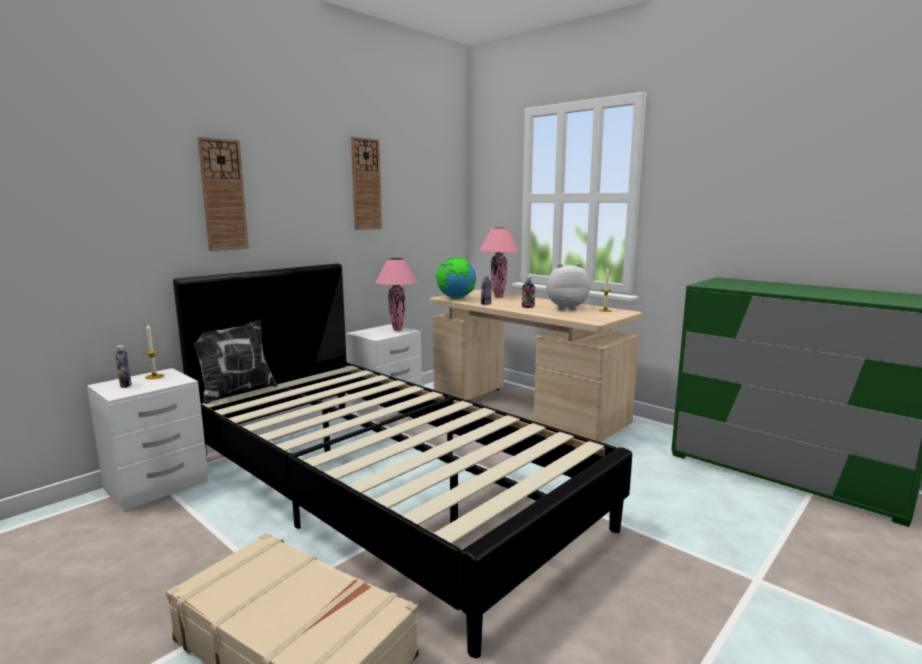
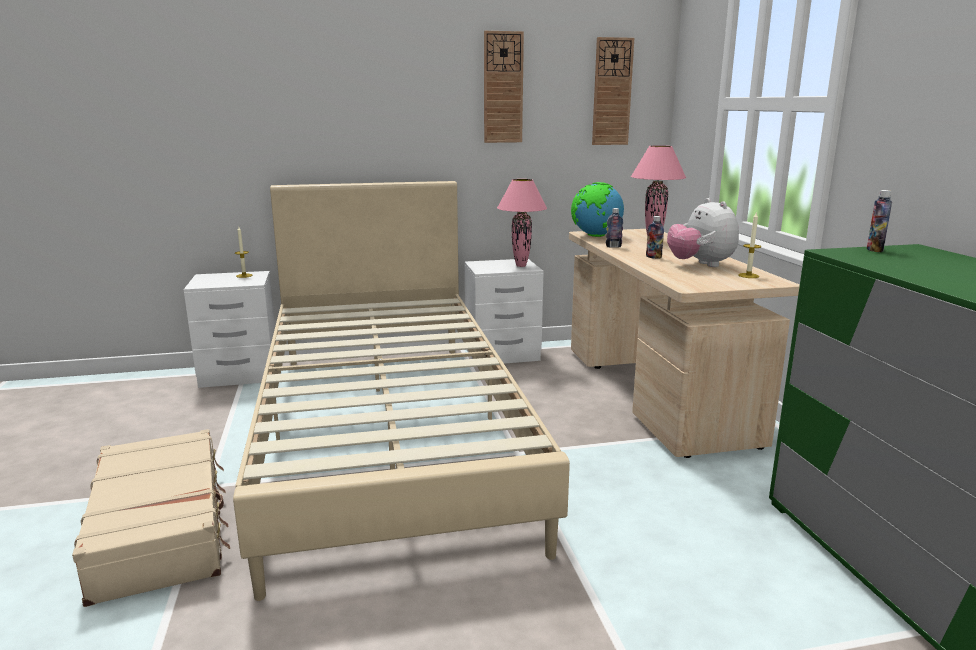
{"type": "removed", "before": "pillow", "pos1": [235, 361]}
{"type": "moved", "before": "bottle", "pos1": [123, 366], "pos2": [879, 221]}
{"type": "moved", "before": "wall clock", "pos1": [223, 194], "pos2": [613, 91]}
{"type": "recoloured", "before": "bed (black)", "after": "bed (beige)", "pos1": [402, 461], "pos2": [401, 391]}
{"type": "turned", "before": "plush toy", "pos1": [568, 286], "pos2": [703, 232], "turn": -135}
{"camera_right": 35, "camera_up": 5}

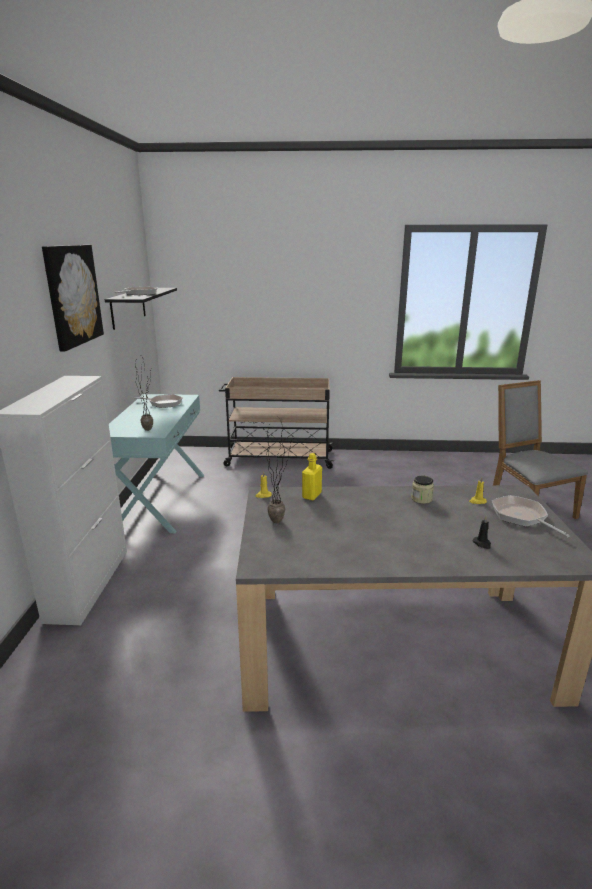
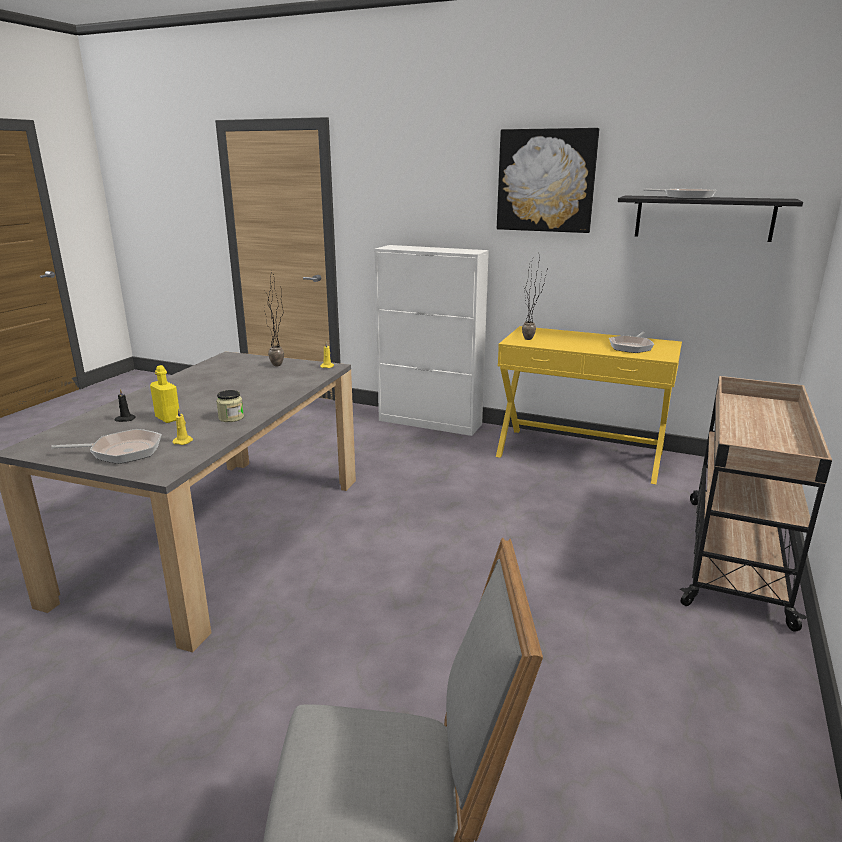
{"type": "moved", "before": "bottle (yellow)", "pos1": [312, 476], "pos2": [165, 394]}
{"type": "recoloured", "before": "console table (turquoise)", "after": "console table (yellow)", "pos1": [157, 463], "pos2": [589, 405]}
{"camera_right": 110, "camera_up": 0}

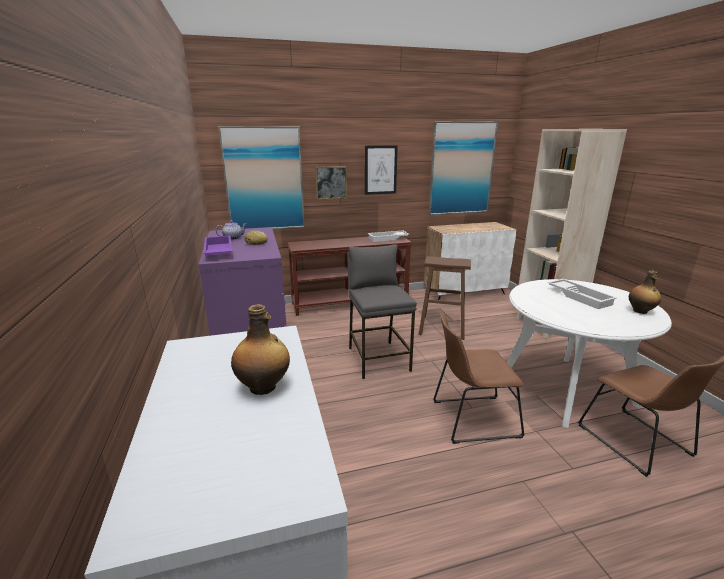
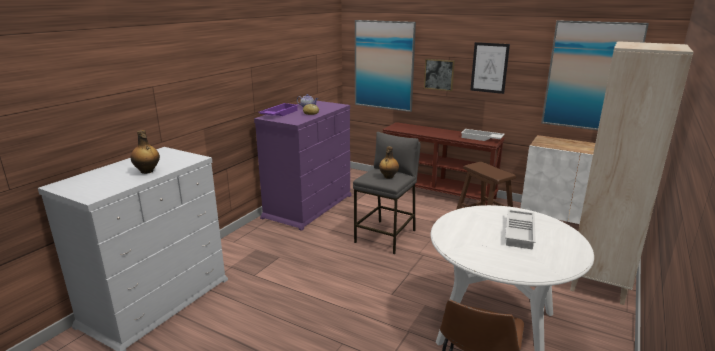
{"type": "removed", "before": "chair (brown)", "pos1": [479, 379]}
{"type": "moved", "before": "bottle", "pos1": [645, 292], "pos2": [389, 162]}
{"camera_right": 45, "camera_up": 0}

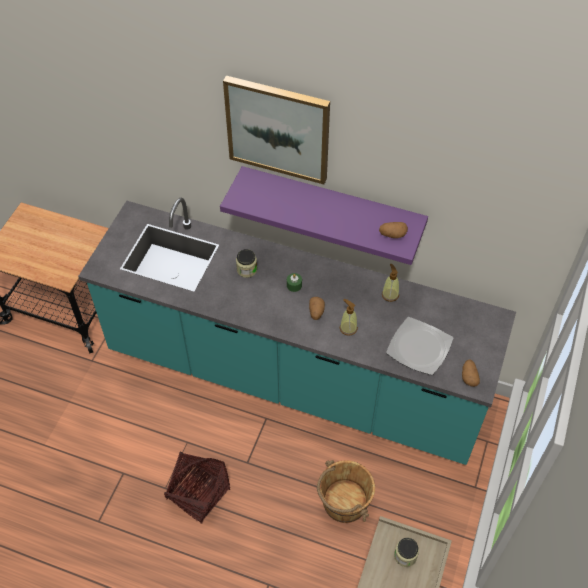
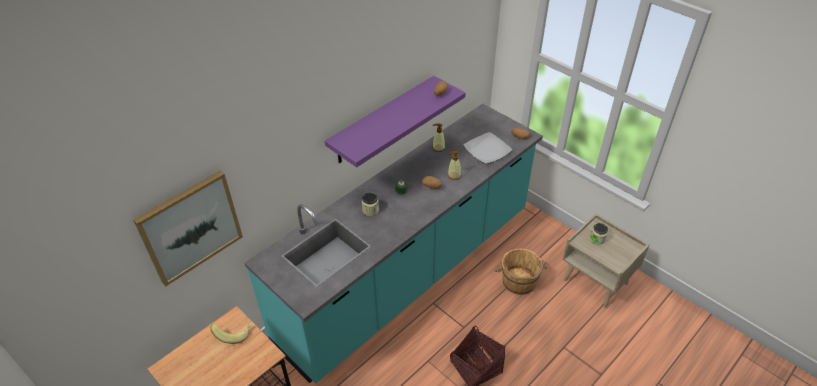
{"type": "added", "after": "banana", "pos2": [231, 333]}
{"type": "moved", "before": "picture", "pos1": [276, 130], "pos2": [188, 228]}
{"camera_right": -65, "camera_up": -10}

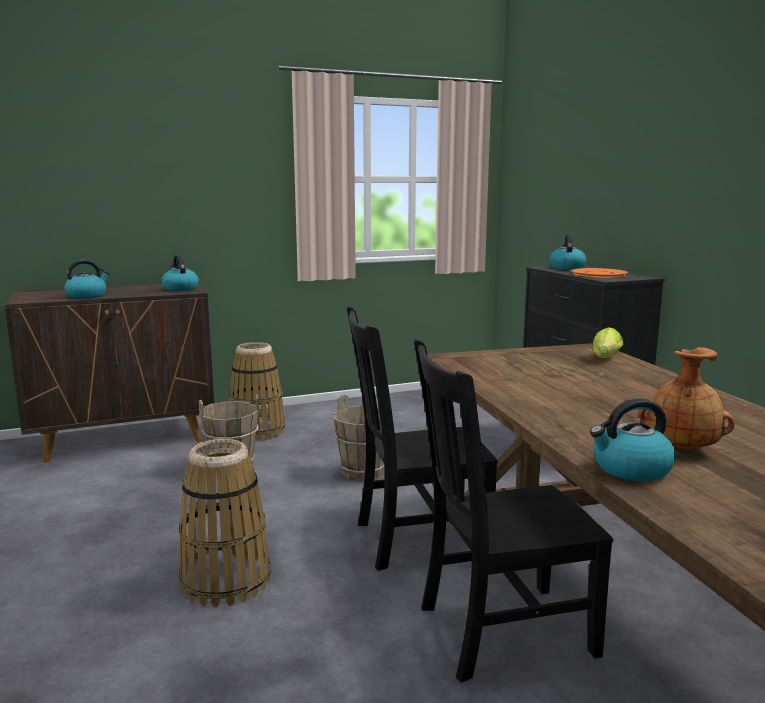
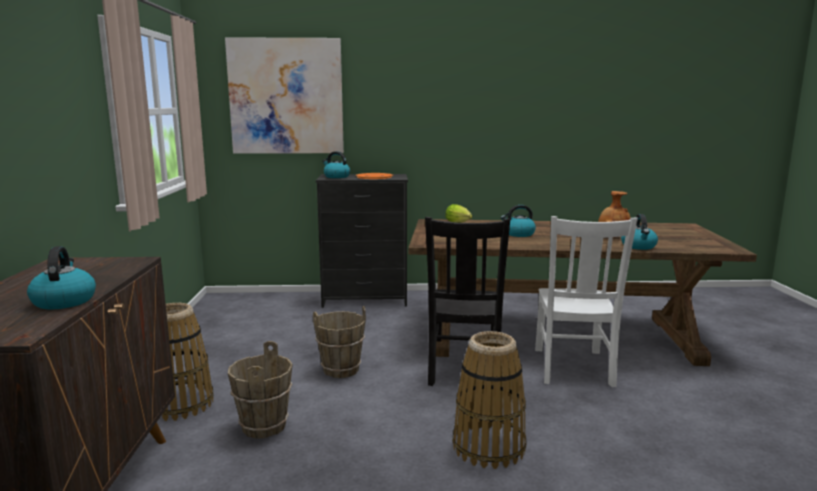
{"type": "added", "after": "picture", "pos2": [284, 95]}
{"type": "moved", "before": "kettle", "pos1": [180, 273], "pos2": [518, 221]}
{"type": "recoloured", "before": "chair (black)", "after": "chair (white)", "pos1": [513, 510], "pos2": [586, 301]}
{"camera_right": -70, "camera_up": 0}

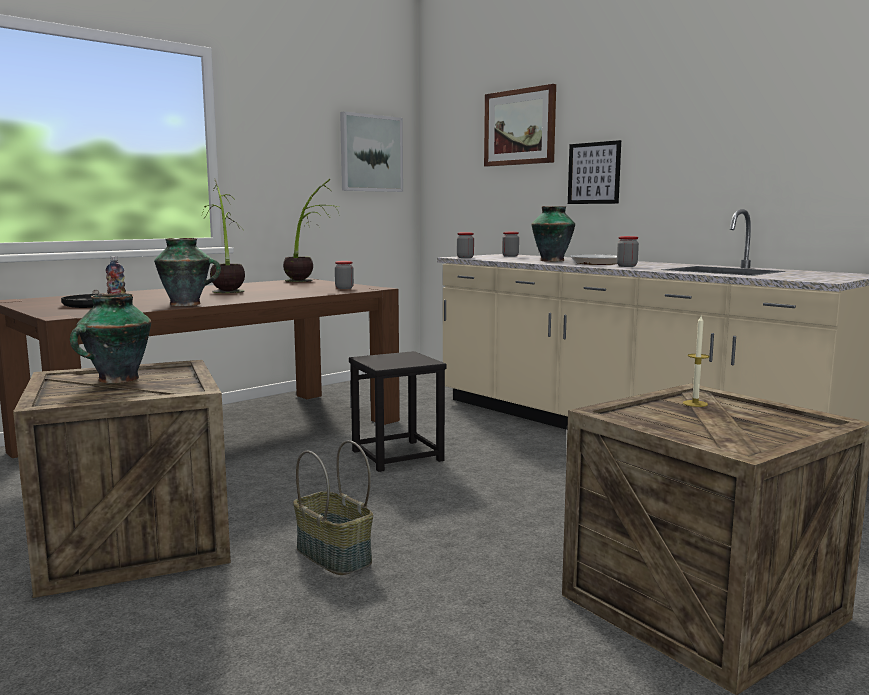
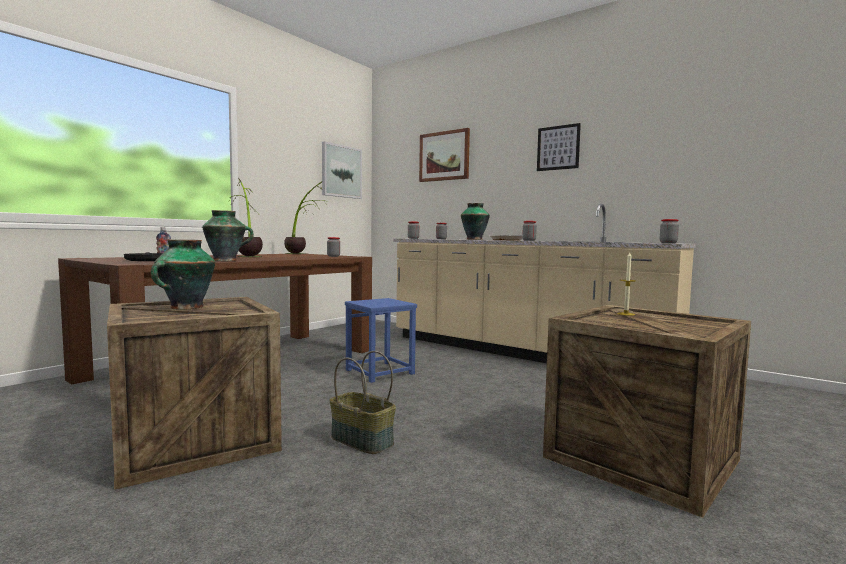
{"type": "added", "after": "jar", "pos2": [669, 231]}
{"type": "moved", "before": "picture", "pos1": [594, 172], "pos2": [559, 147]}
{"type": "recoloured", "before": "stool (black)", "after": "stool (blue)", "pos1": [397, 411], "pos2": [381, 340]}
{"camera_right": -10, "camera_up": -5}

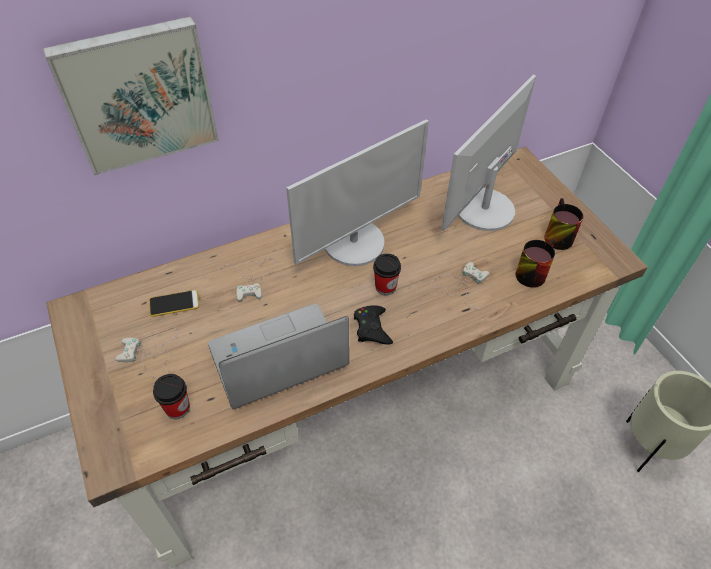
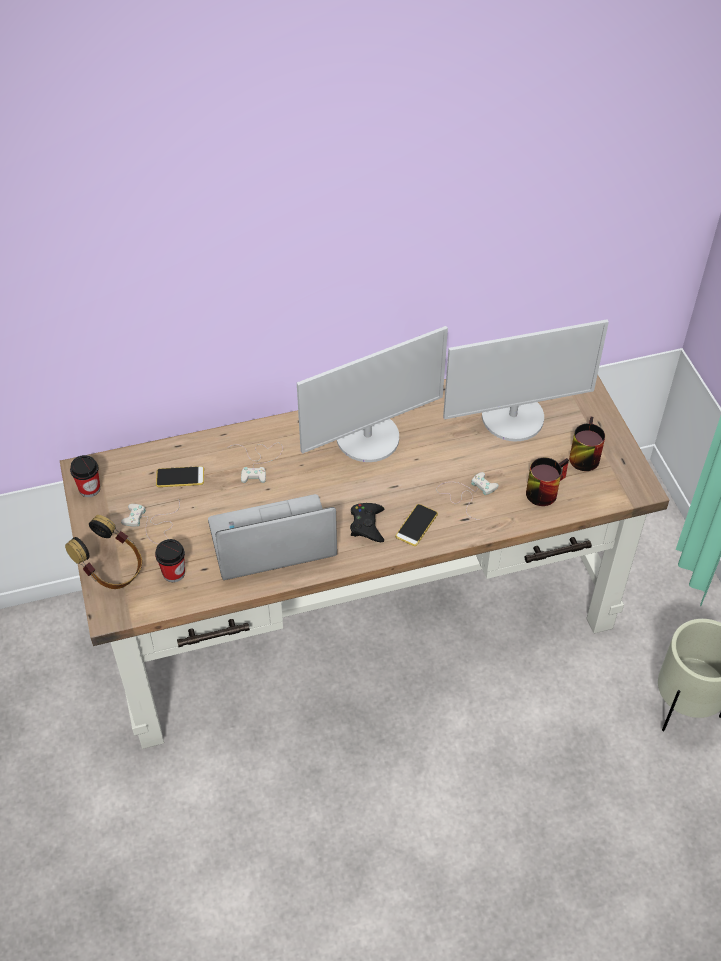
{"type": "removed", "before": "picture", "pos1": [131, 95]}
{"type": "added", "after": "headphones", "pos2": [103, 552]}
{"type": "added", "after": "phone", "pos2": [416, 525]}
{"type": "moved", "before": "cup", "pos1": [387, 274], "pos2": [85, 476]}
{"type": "turned", "before": "monitor", "pos1": [489, 153], "pos2": [526, 381], "turn": -150}
{"camera_right": 10, "camera_up": 0}

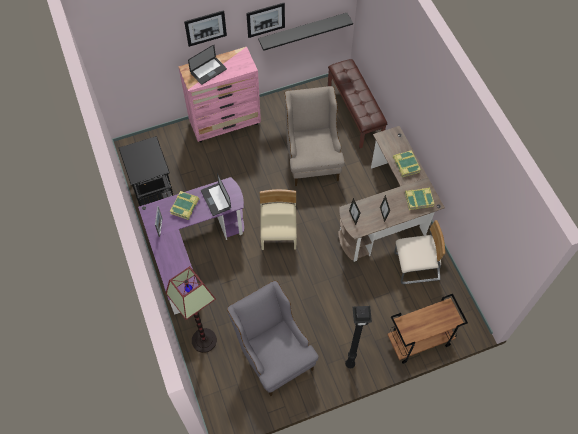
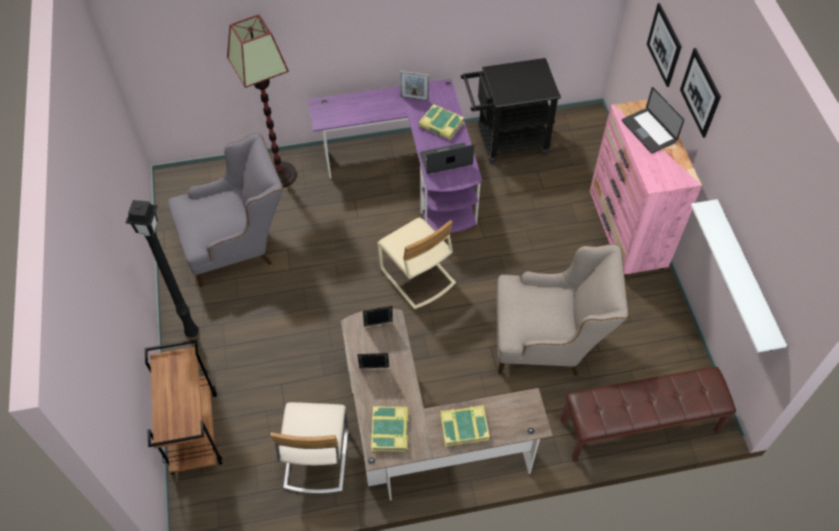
{"type": "moved", "before": "picture", "pos1": [265, 20], "pos2": [664, 45]}
{"type": "recoloured", "before": "shelf (black)", "after": "shelf (white)", "pos1": [305, 32], "pos2": [739, 276]}
{"type": "turned", "before": "chair (beige)", "pos1": [278, 219], "pos2": [416, 263], "turn": 45}
{"camera_right": 100, "camera_up": -5}

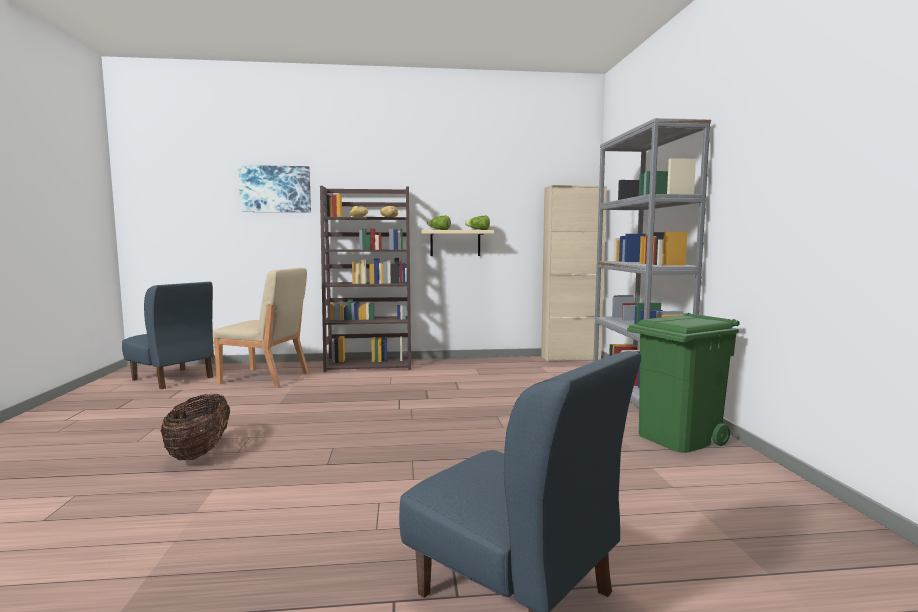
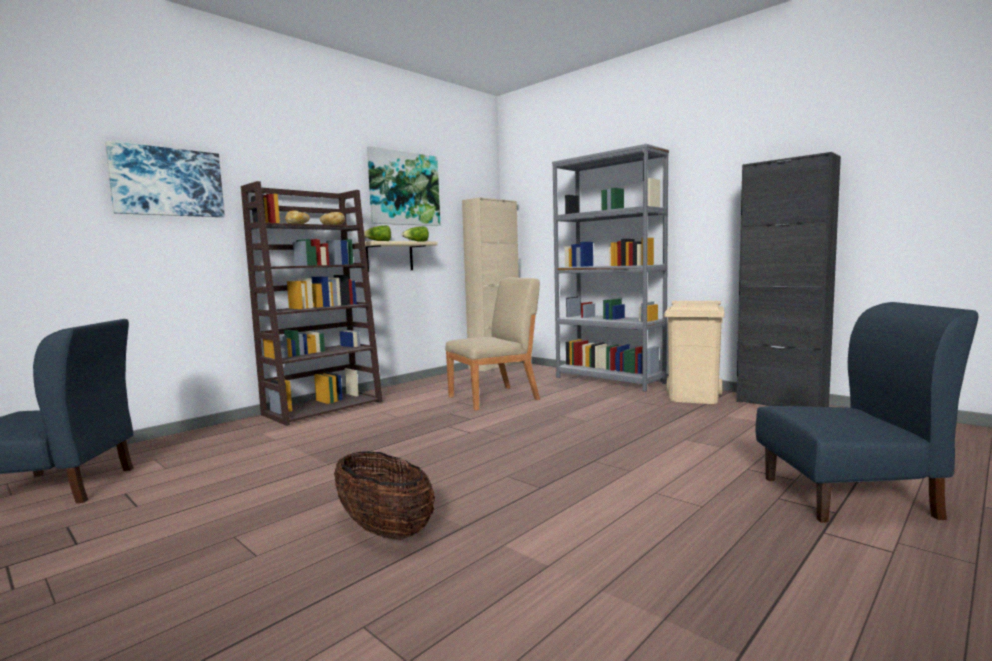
{"type": "added", "after": "picture", "pos2": [403, 186]}
{"type": "added", "after": "cabinet (black)", "pos2": [788, 279]}
{"type": "moved", "before": "chair (beige)", "pos1": [261, 328], "pos2": [492, 344]}
{"type": "recoloured", "before": "trash can (green)", "after": "trash can (beige)", "pos1": [683, 383], "pos2": [694, 352]}
{"camera_right": -40, "camera_up": 0}

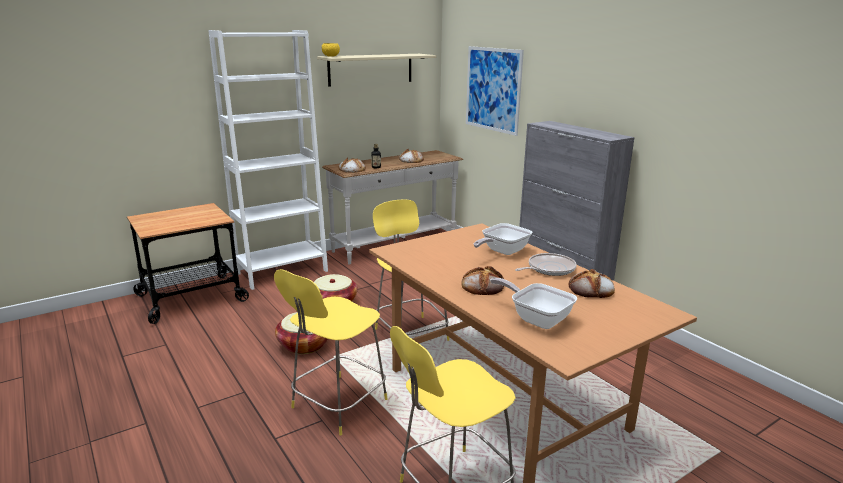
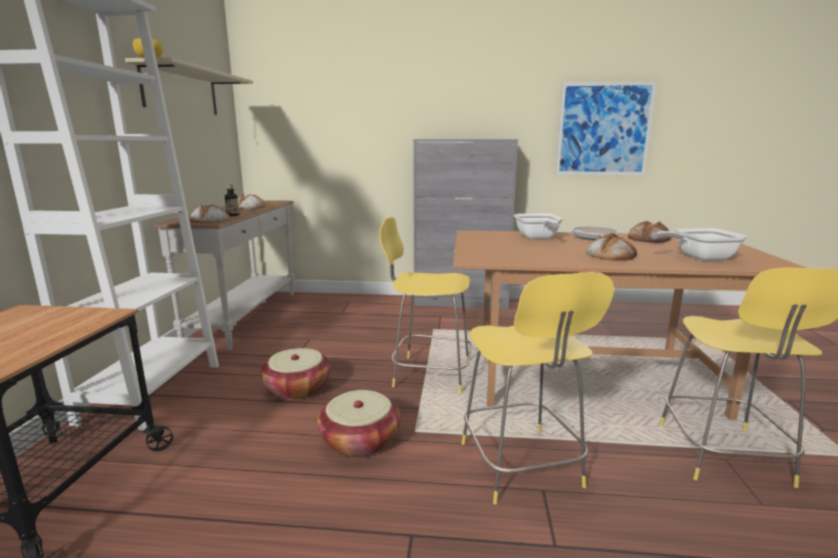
{"type": "moved", "before": "picture", "pos1": [495, 91], "pos2": [606, 128]}
{"camera_right": -50, "camera_up": -5}

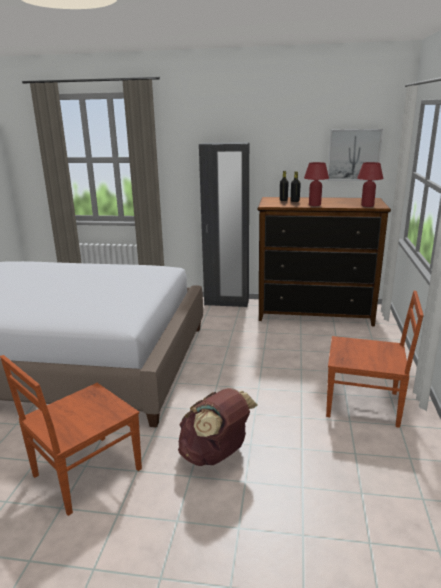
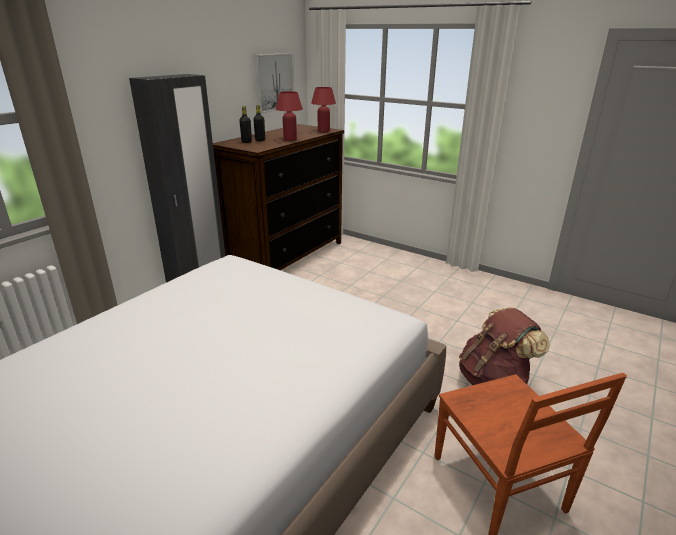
{"type": "removed", "before": "chair (brown)", "pos1": [375, 359]}
{"camera_right": -65, "camera_up": 5}

